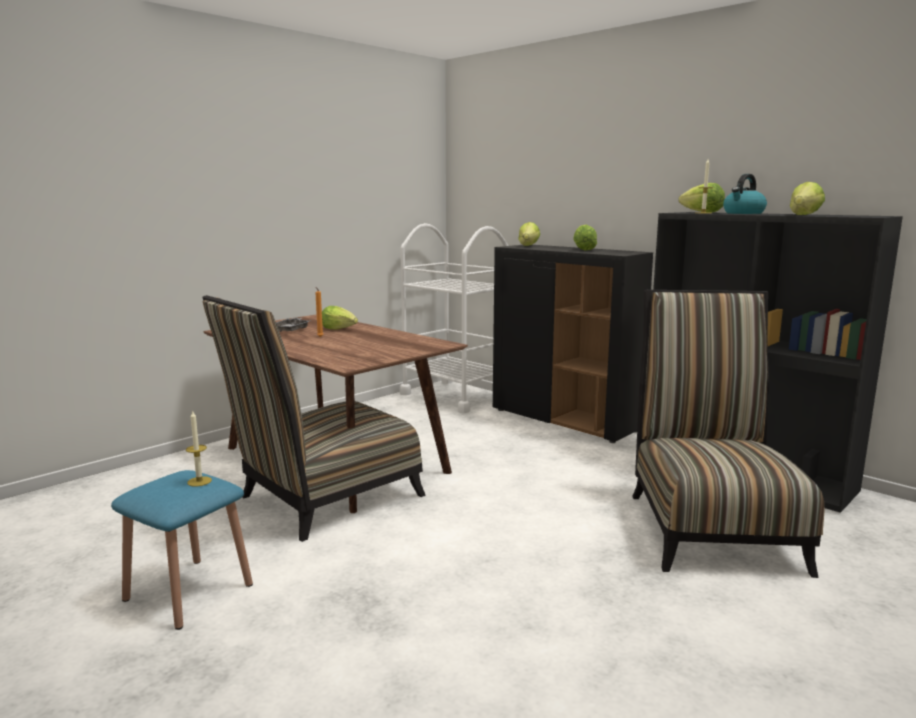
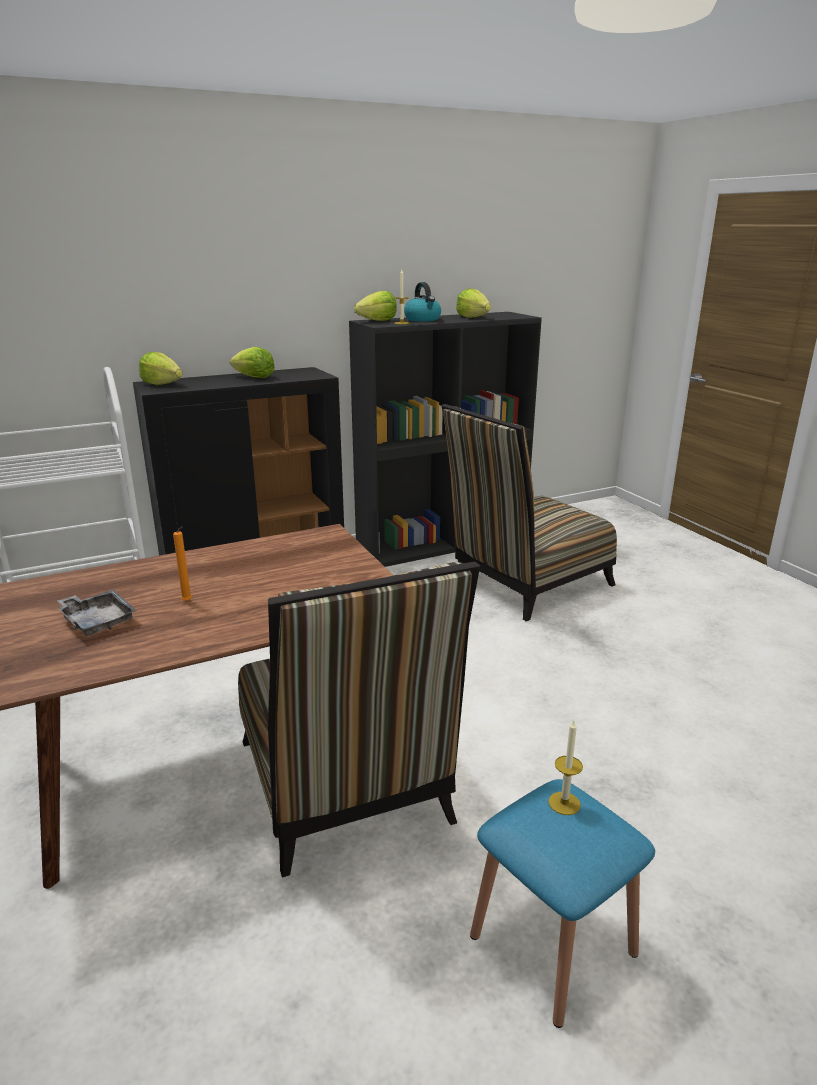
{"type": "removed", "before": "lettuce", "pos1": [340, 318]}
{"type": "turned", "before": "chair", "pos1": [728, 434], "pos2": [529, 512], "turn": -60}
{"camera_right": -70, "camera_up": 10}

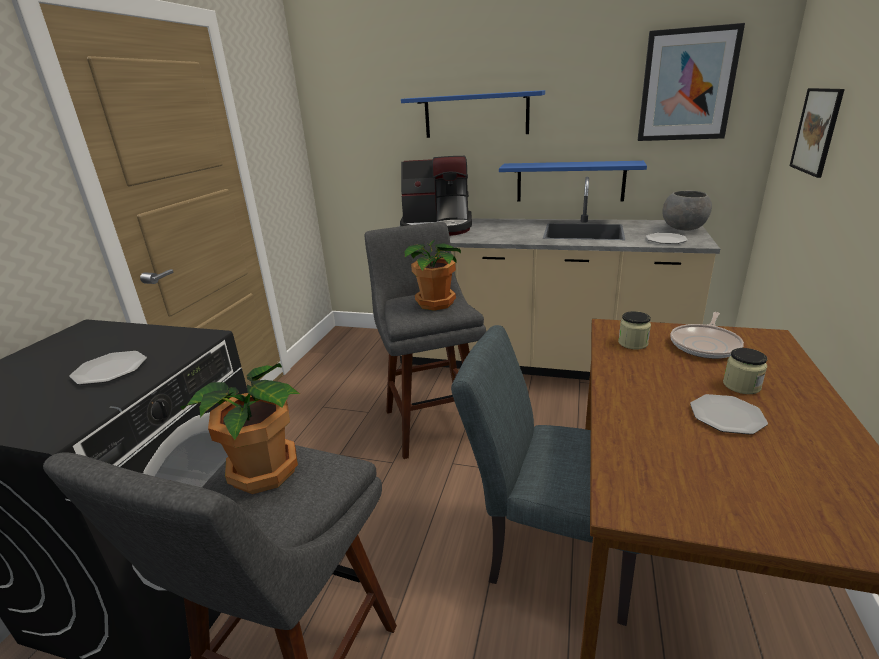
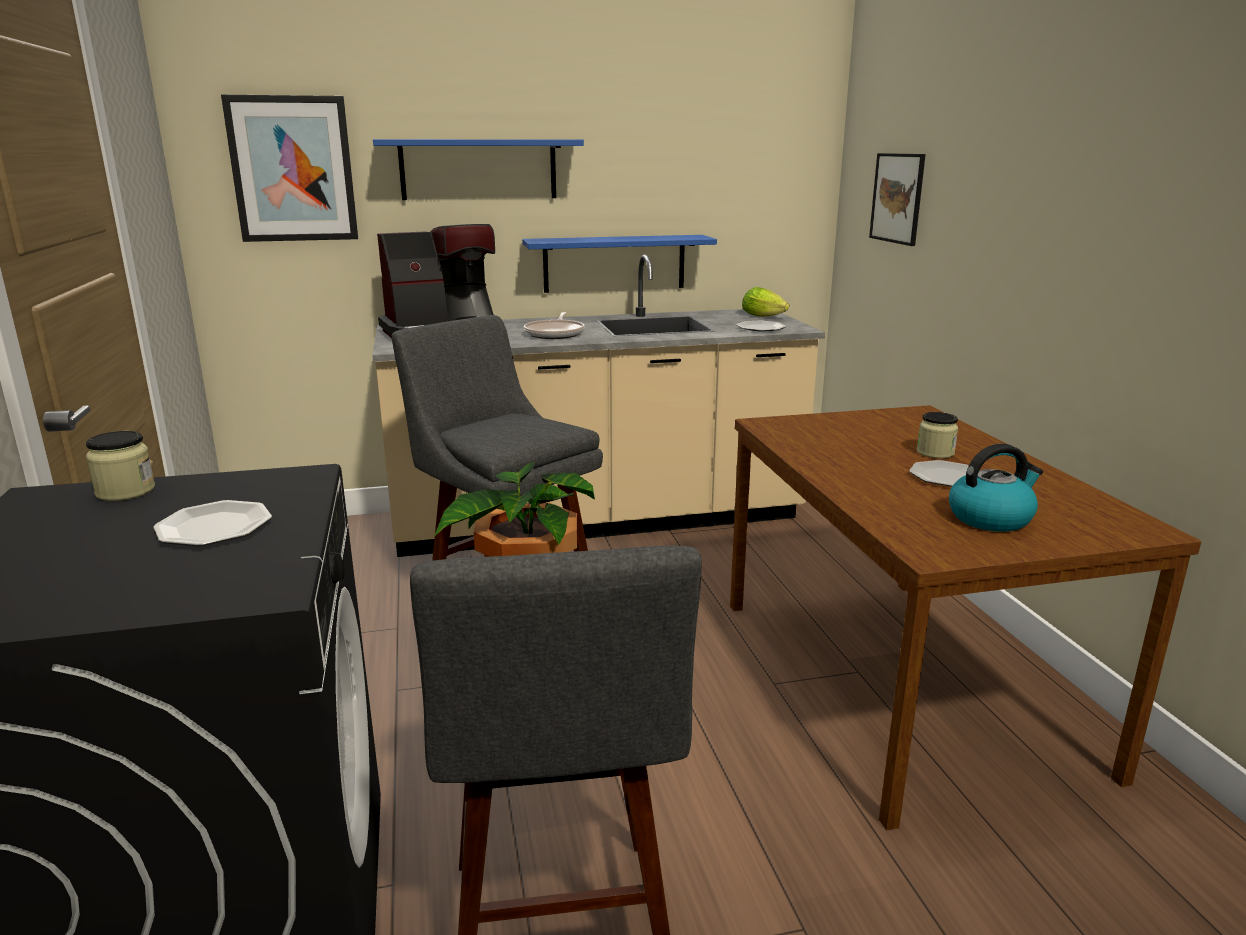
{"type": "removed", "before": "potted plant", "pos1": [432, 275]}
{"type": "removed", "before": "chair (grey)", "pos1": [546, 475]}
{"type": "added", "after": "kettle", "pos2": [996, 488]}
{"type": "moved", "before": "jar", "pos1": [634, 330], "pos2": [120, 466]}
{"type": "moved", "before": "picture", "pos1": [691, 82], "pos2": [289, 168]}
{"type": "moved", "before": "frying pan", "pos1": [707, 335], "pos2": [554, 325]}
{"type": "replaced", "before": "bowl (grey)", "after": "lettuce", "pos1": [687, 210], "pos2": [765, 302]}
{"camera_right": -30, "camera_up": -5}

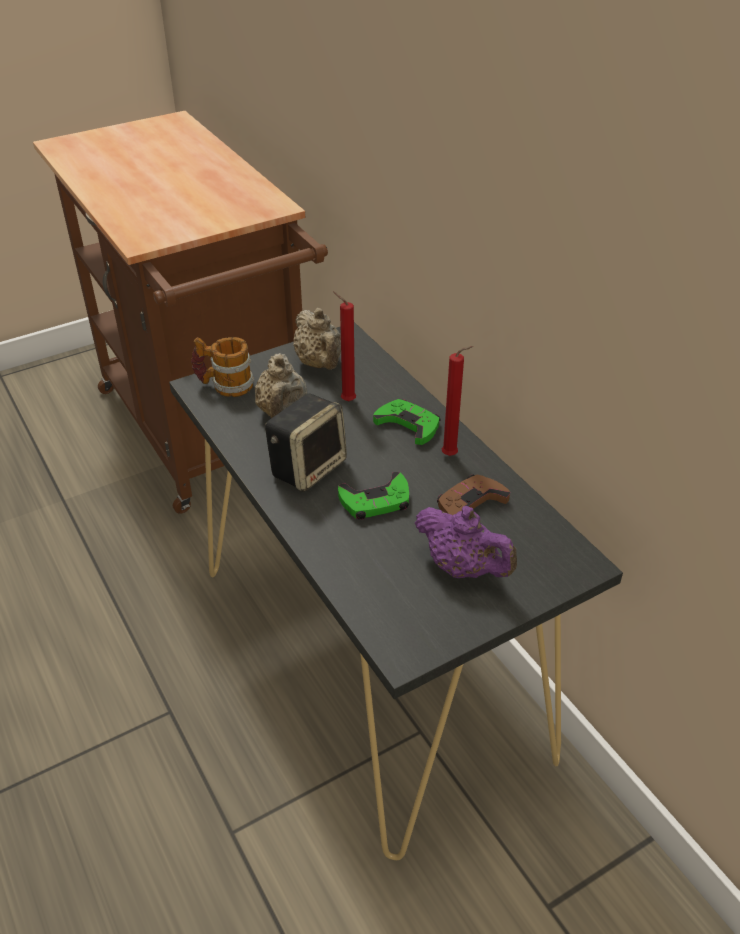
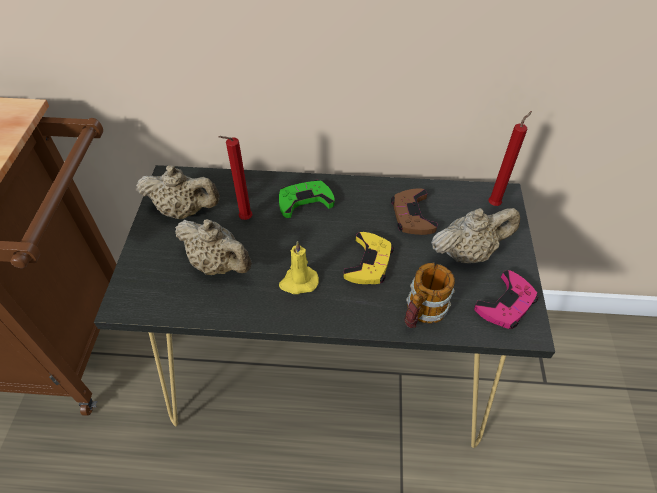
{"type": "added", "after": "game controller (pink)", "pos2": [506, 299]}
{"type": "moved", "before": "mug", "pos1": [222, 367], "pos2": [429, 295]}
{"type": "moved", "before": "candle (red)", "pos1": [457, 401], "pos2": [510, 158]}
{"type": "replaced", "before": "speaker", "after": "candle (yellow)", "pos1": [306, 442], "pos2": [299, 267]}
{"type": "recoloured", "before": "game controller (green)", "after": "game controller (yellow)", "pos1": [373, 496], "pos2": [369, 258]}
{"type": "recoloured", "before": "teapot (purple)", "after": "teapot (beige)", "pos1": [466, 542], "pos2": [475, 235]}
{"camera_right": -55, "camera_up": 10}

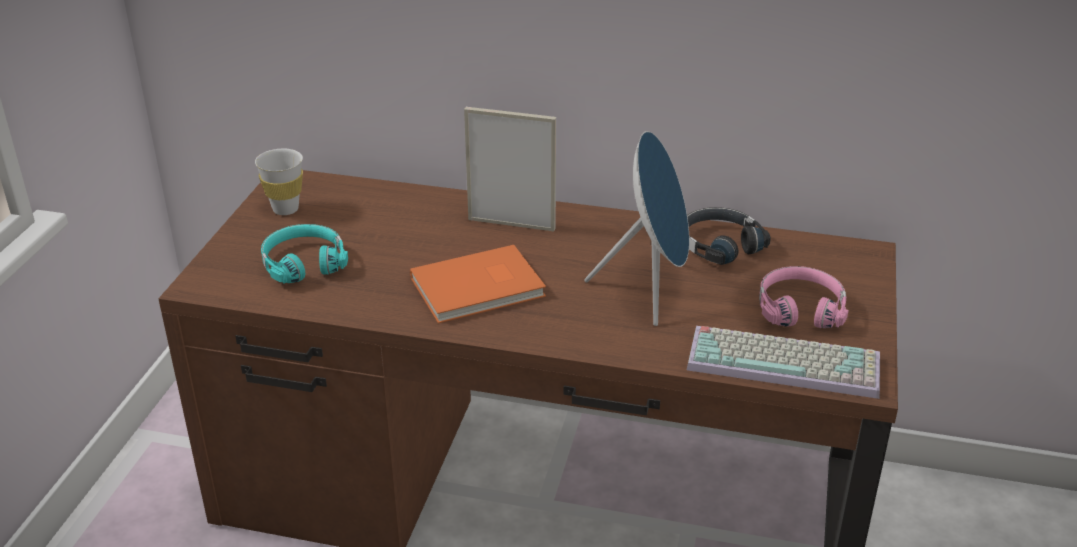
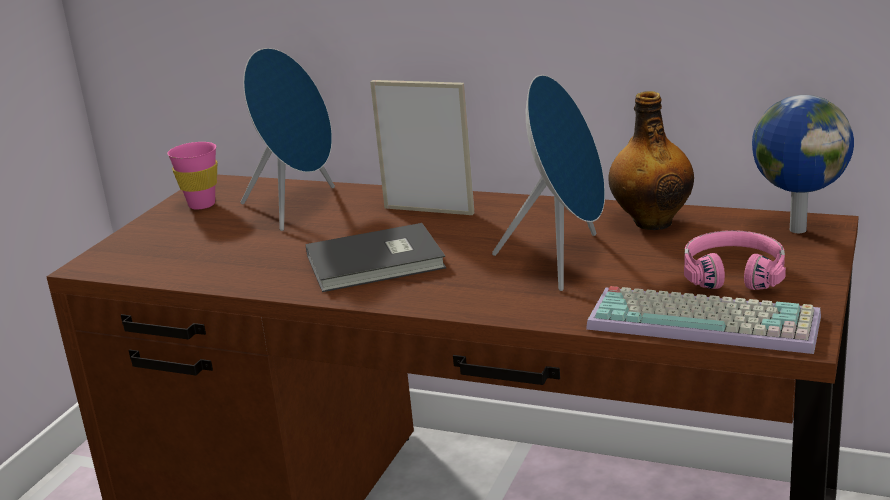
{"type": "removed", "before": "headphones (turquoise)", "pos1": [304, 254]}
{"type": "added", "after": "speaker (blue)", "pos2": [288, 139]}
{"type": "added", "after": "globe", "pos2": [803, 164]}
{"type": "replaced", "before": "headphones (black)", "after": "bottle", "pos1": [729, 236], "pos2": [651, 160]}
{"type": "recoloured", "before": "cup (white)", "after": "cup (pink)", "pos1": [279, 182], "pos2": [192, 175]}
{"type": "recoloured", "before": "book (orange)", "after": "book (grey)", "pos1": [478, 284], "pos2": [376, 257]}
{"camera_right": 10, "camera_up": -10}

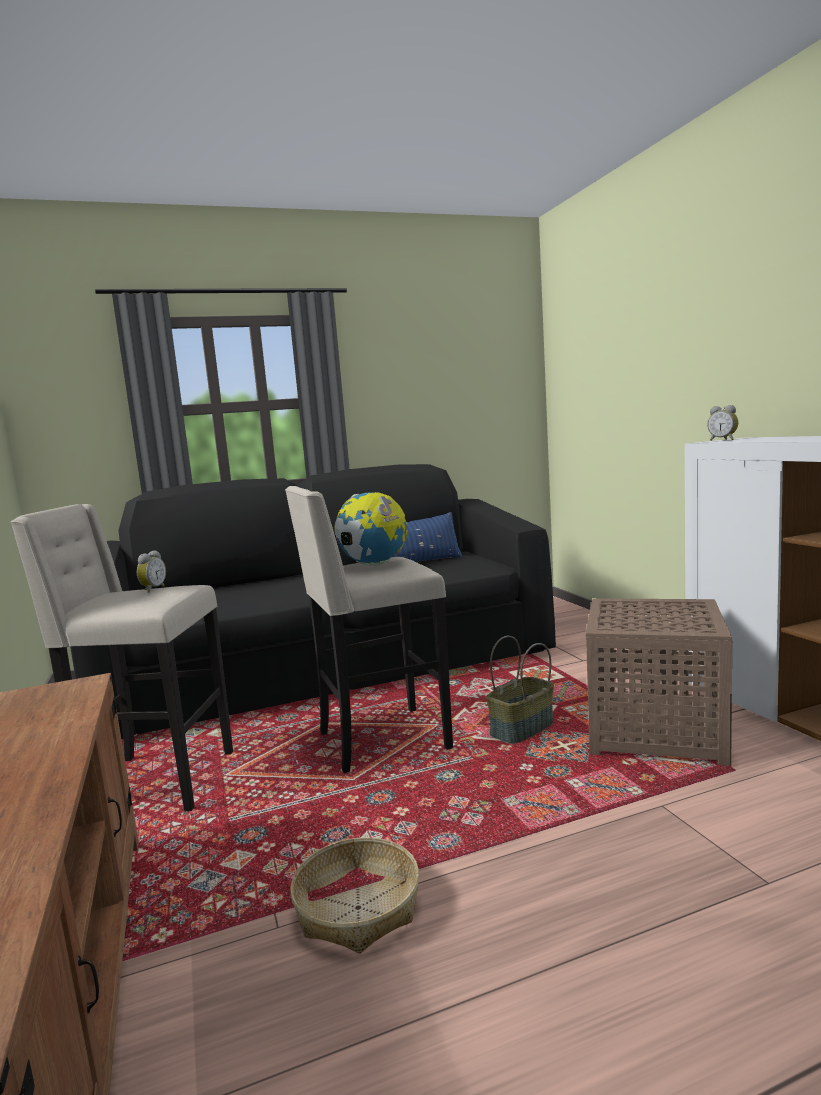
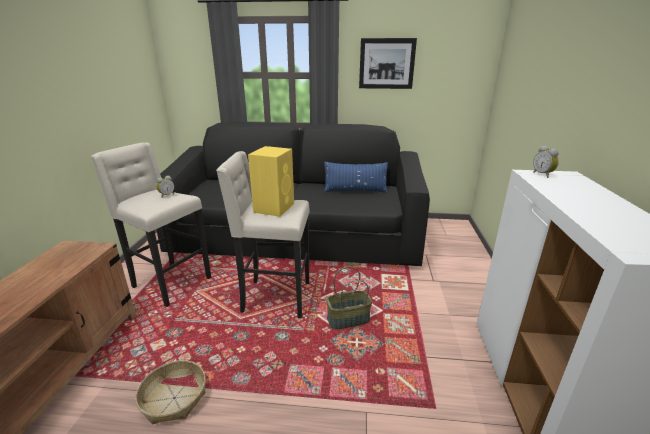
{"type": "removed", "before": "side table (brown)", "pos1": [659, 682]}
{"type": "added", "after": "picture", "pos2": [388, 63]}
{"type": "replaced", "before": "globe", "after": "speaker (yellow)", "pos1": [370, 529], "pos2": [271, 181]}
{"camera_right": 25, "camera_up": 15}

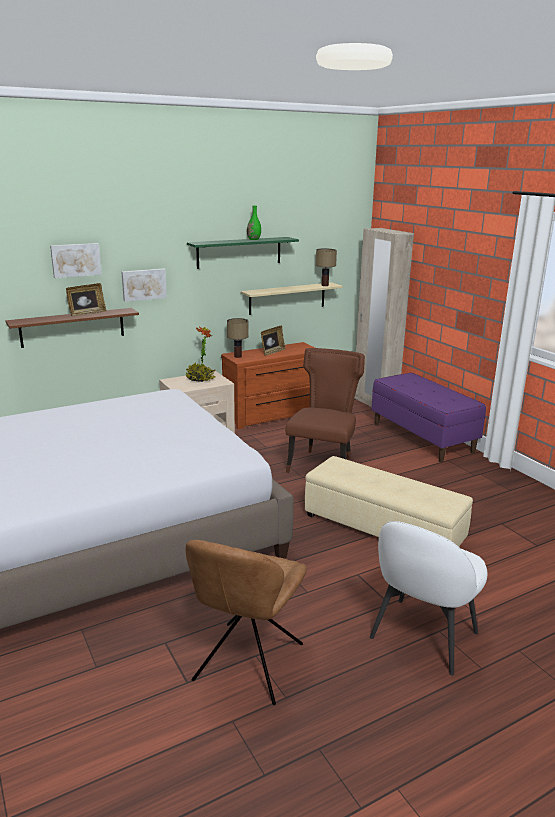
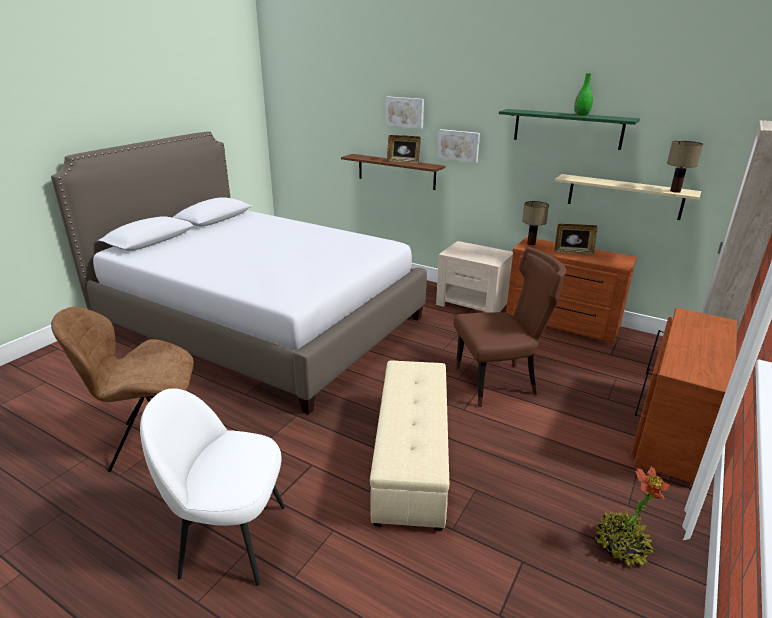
{"type": "moved", "before": "potted plant", "pos1": [200, 354], "pos2": [632, 516]}
{"type": "replaced", "before": "bench (purple)", "after": "dresser (brown)", "pos1": [428, 417], "pos2": [684, 398]}
{"camera_right": 60, "camera_up": 5}

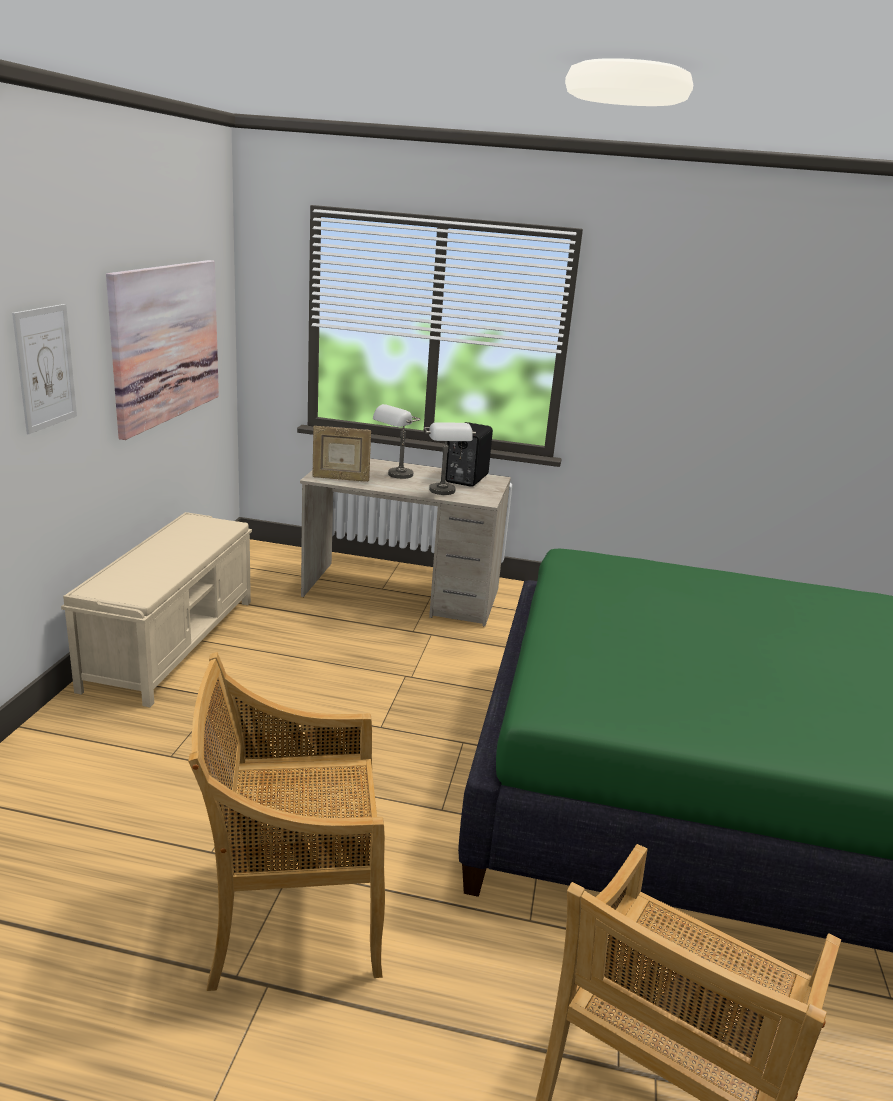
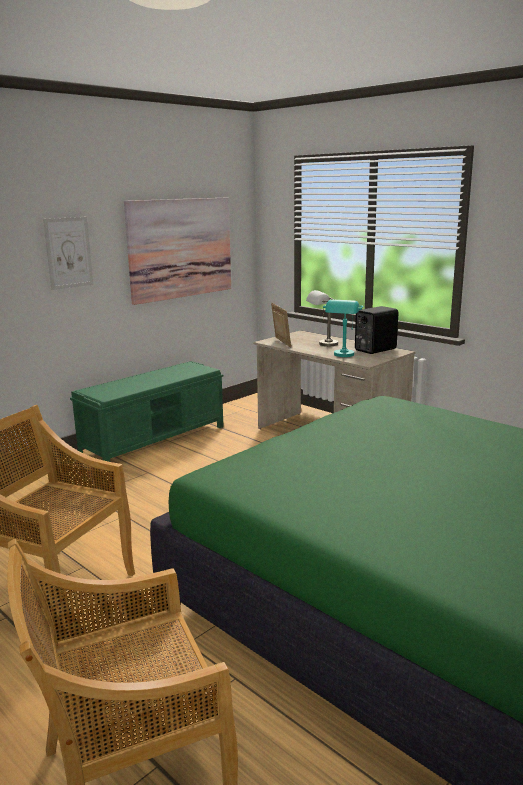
{"type": "recoloured", "before": "bench (beige)", "after": "bench (green)", "pos1": [156, 609], "pos2": [147, 411]}
{"type": "recoloured", "before": "table lamp (grey)", "after": "table lamp (turquoise)", "pos1": [450, 458], "pos2": [343, 328]}
{"type": "turned", "before": "picture frame", "pos1": [341, 454], "pos2": [281, 325], "turn": -150}
{"camera_right": 35, "camera_up": -5}

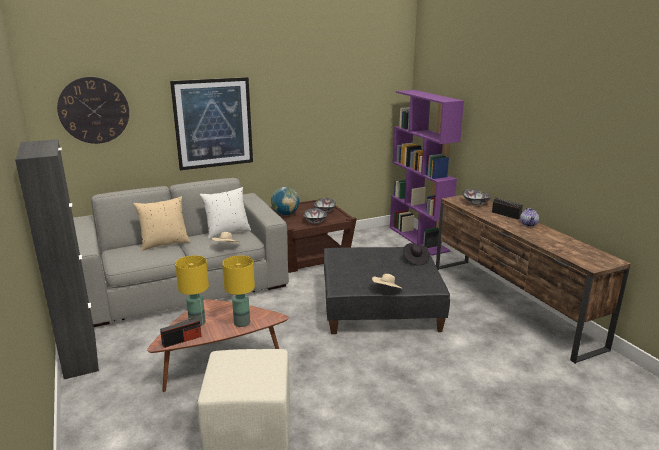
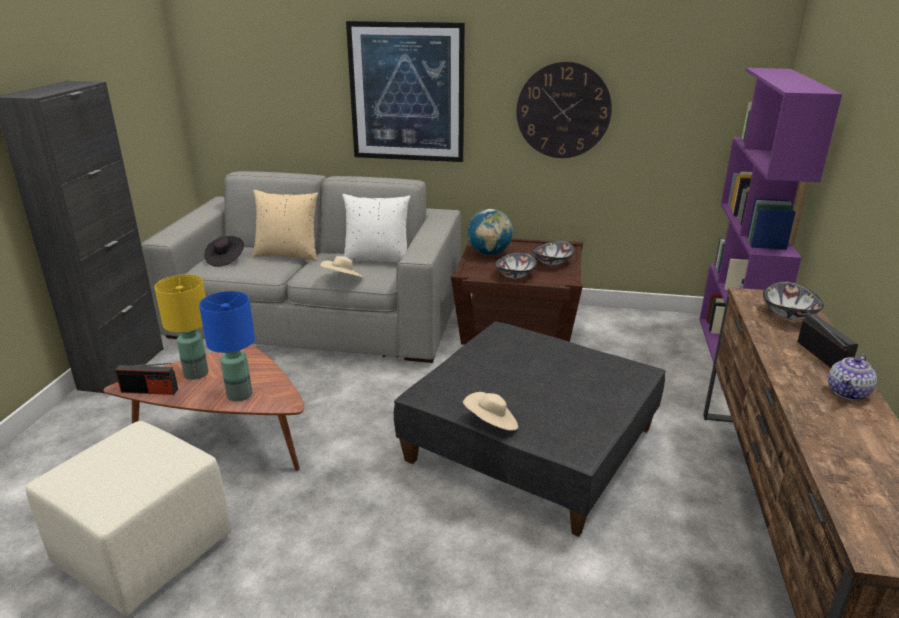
{"type": "moved", "before": "wall clock", "pos1": [93, 110], "pos2": [564, 110]}
{"type": "moved", "before": "hat (black)", "pos1": [416, 254], "pos2": [224, 251]}
{"type": "recoloured", "before": "table lamp (yellow)", "after": "table lamp (blue)", "pos1": [238, 291], "pos2": [227, 346]}
{"camera_right": 35, "camera_up": 5}

